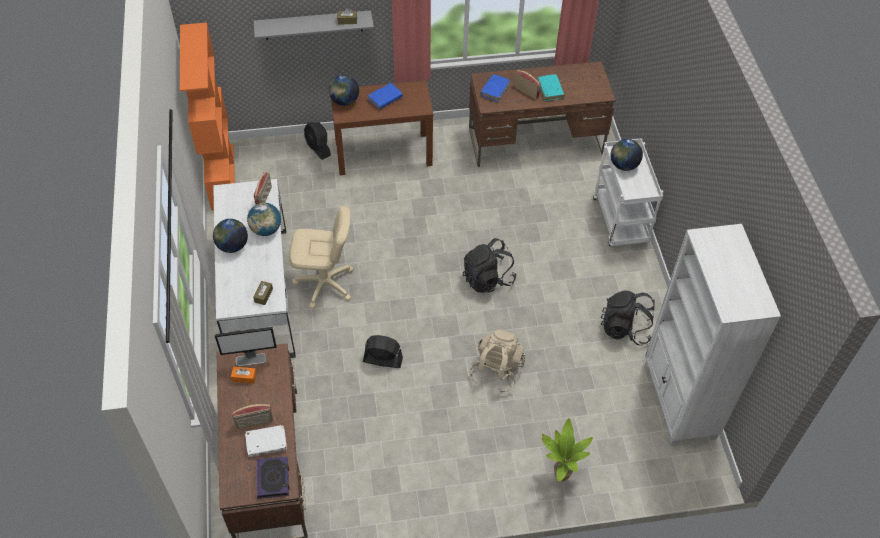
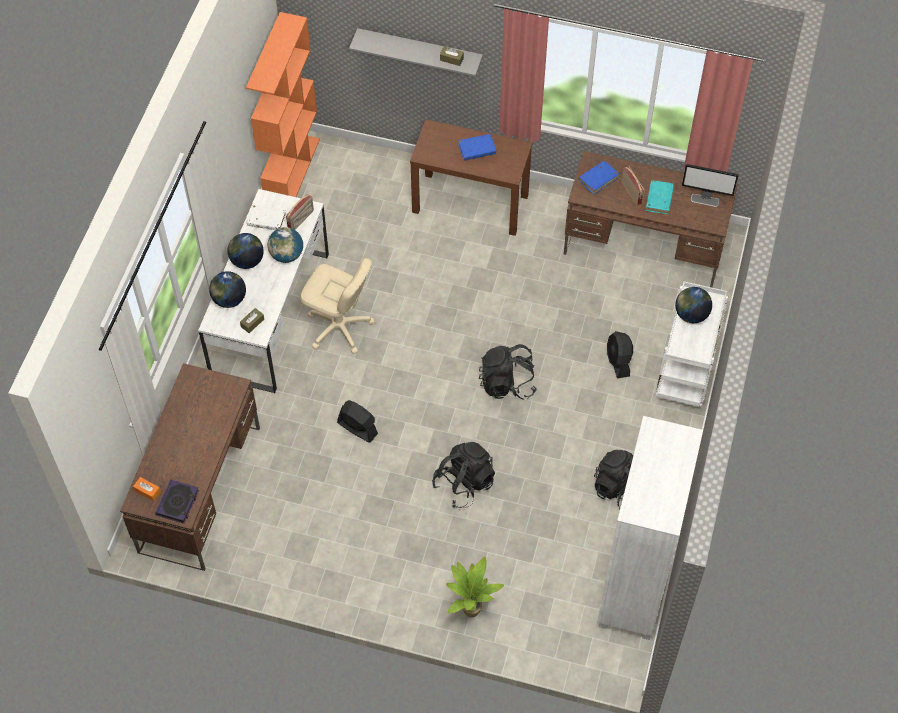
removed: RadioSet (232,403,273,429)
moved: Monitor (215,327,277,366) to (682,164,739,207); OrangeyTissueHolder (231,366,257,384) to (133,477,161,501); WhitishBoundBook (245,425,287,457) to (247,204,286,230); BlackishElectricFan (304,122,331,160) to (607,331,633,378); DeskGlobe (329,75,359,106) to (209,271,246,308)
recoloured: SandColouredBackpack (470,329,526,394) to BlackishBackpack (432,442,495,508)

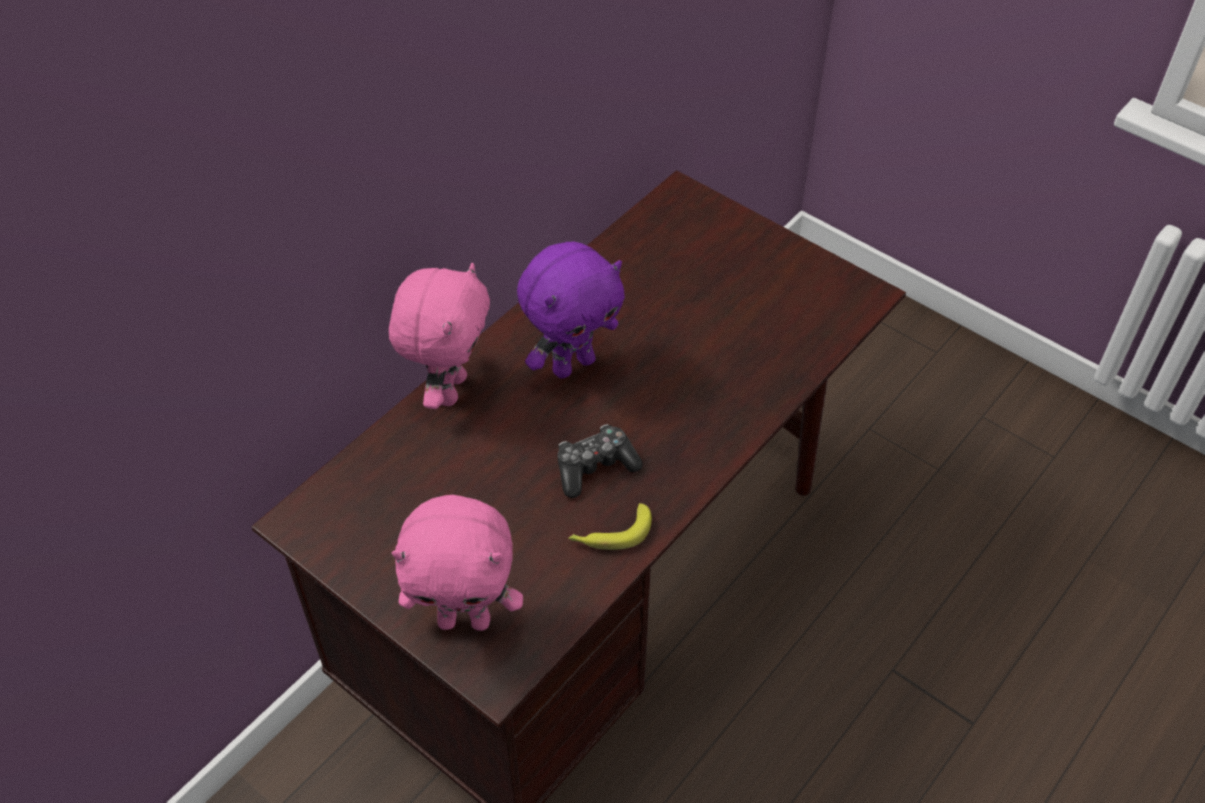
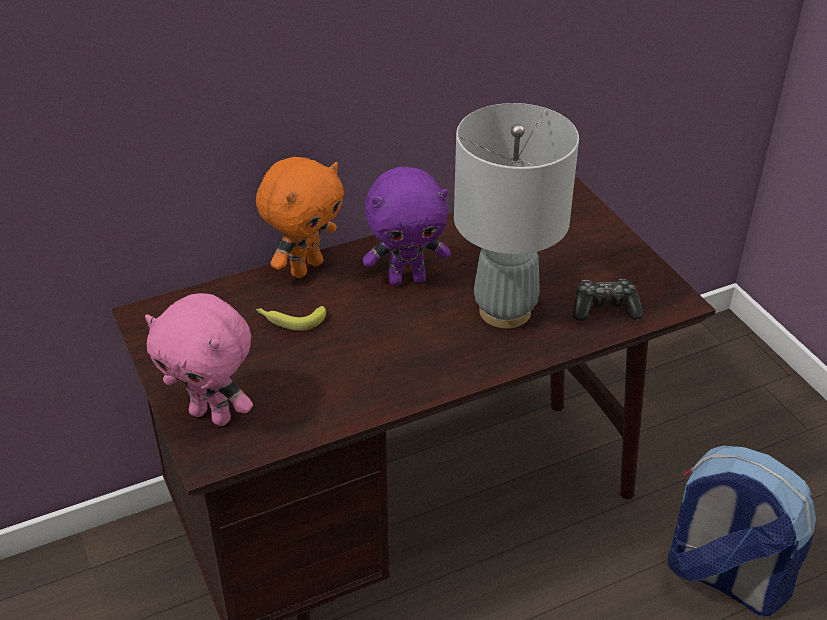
added: GreyishLampForATable (454,103,579,329); Backpack (667,446,816,616)
moved: Joypad (558,424,643,498) to (573,279,644,321); BananaFruit (568,503,652,550) to (256,306,326,331)
recoloured: PinkColouredCuddlyToy (389,263,490,409) to OrangeyCuddlyToy (256,157,344,278)

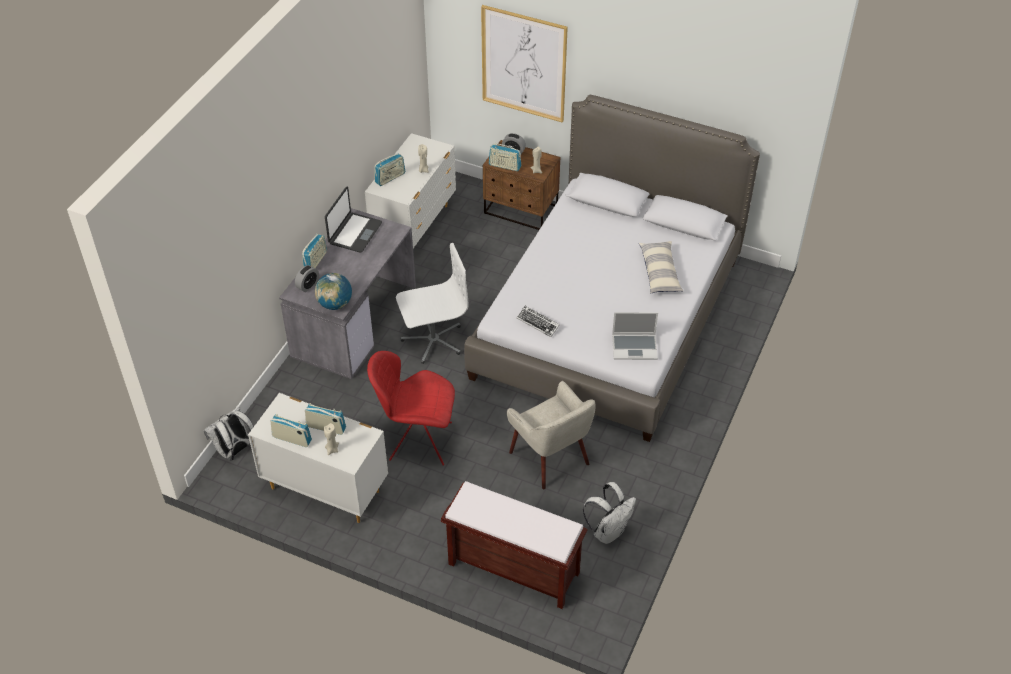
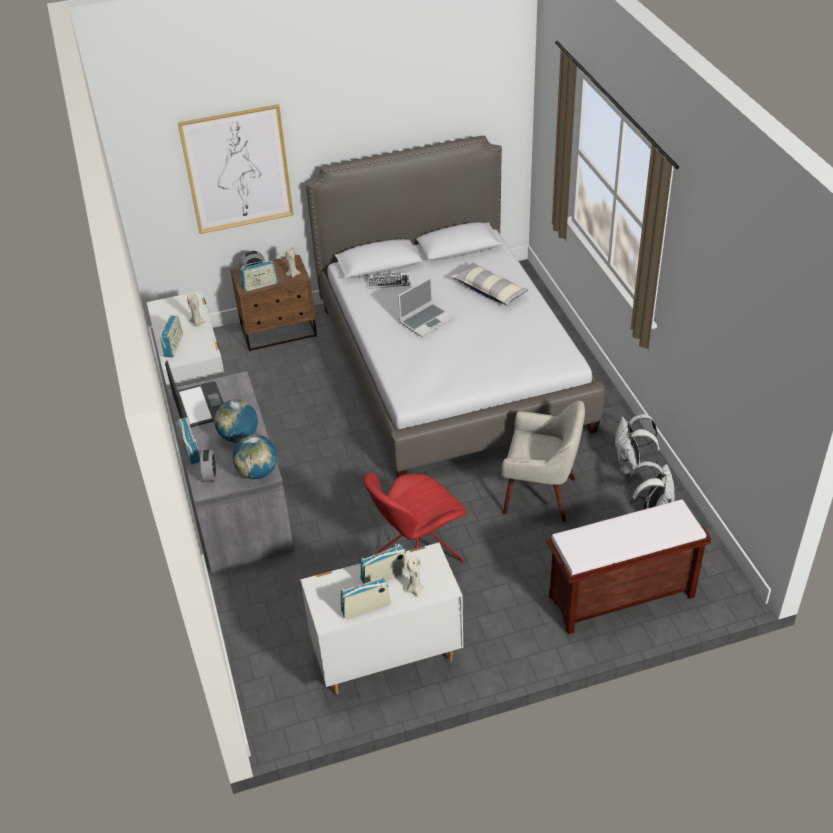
removed: WhitishOfficeChair (396,243,469,364)
added: DeskGlobe (214,399,258,442)
moved: WhitishBackpack (203,406,254,460) to (615,414,660,474); ComputerKeyboard (517,306,560,337) to (368,272,411,289); NotebookComputer (612,312,658,360) to (398,277,454,337)

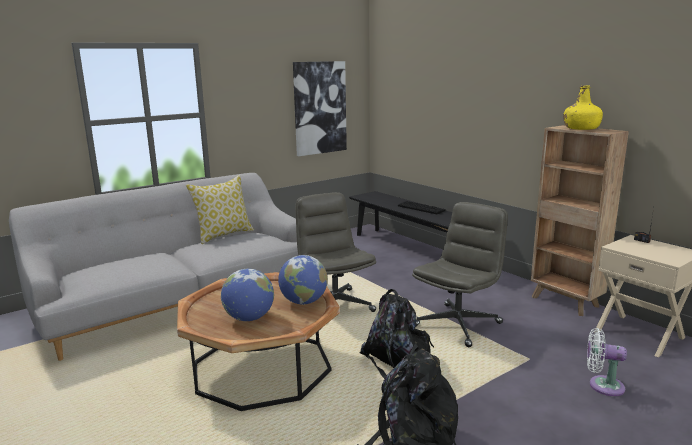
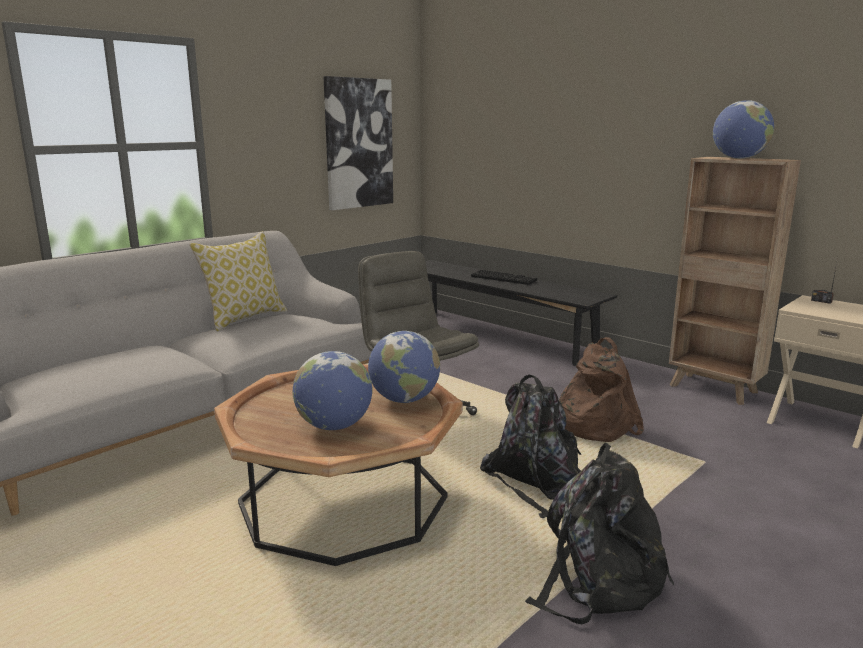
removed: WhitishElectricFan (587,328,627,396)
replaced: GreyishOfficeChair (412,202,508,347) to BrownColouredBackpack (559,337,644,442); YellowishBottle (563,86,603,130) to DeskGlobe (713,100,774,159)

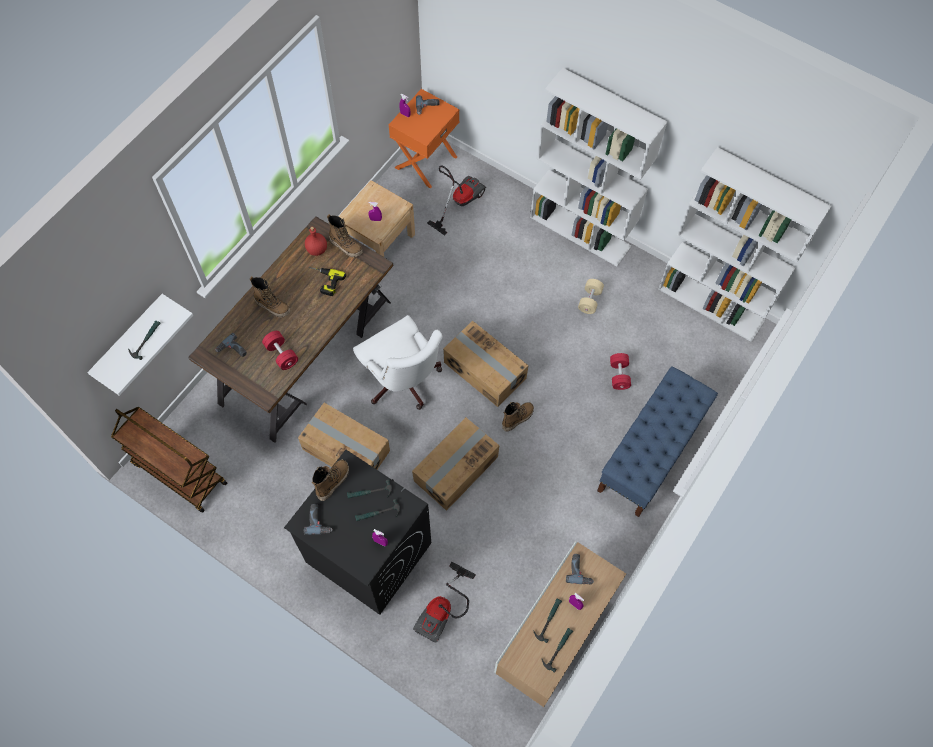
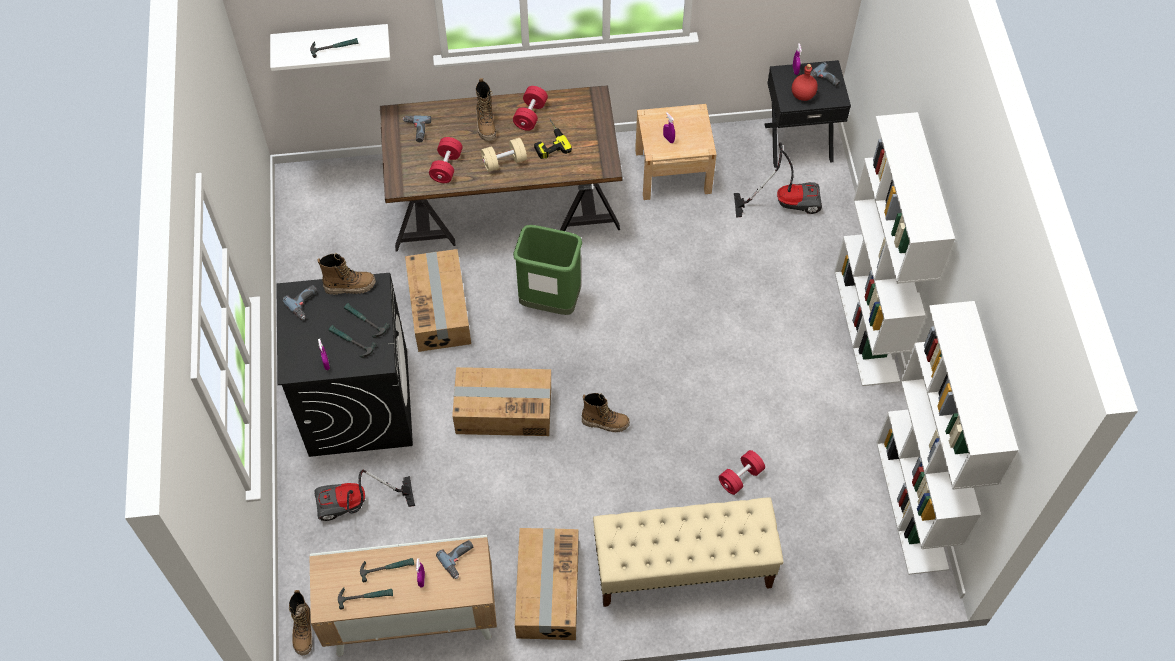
removed: BrownColouredTrolley (111,407,227,513)
added: ReddishDumbbell (513,86,548,131)
moved: ReddishBottle (305,227,327,256) to (792,64,818,101); HighTopBoot (327,214,363,257) to (289,590,313,656); CardboardBox (443,321,528,407) to (515,528,579,640); SandColouredDumbbell (578,279,604,314) to (481,138,527,172)
replaced: WhitishOfficeChair (353,315,442,410) to GreenColouredTrashCan (513,225,582,315)
recoloured: OrangeyBedsideTable (389,89,459,188) to BlackishBedsideTable (764,60,851,168); BlueColouredLongSeat (597,366,718,517) to SandColouredLongSeat (593,497,784,607)

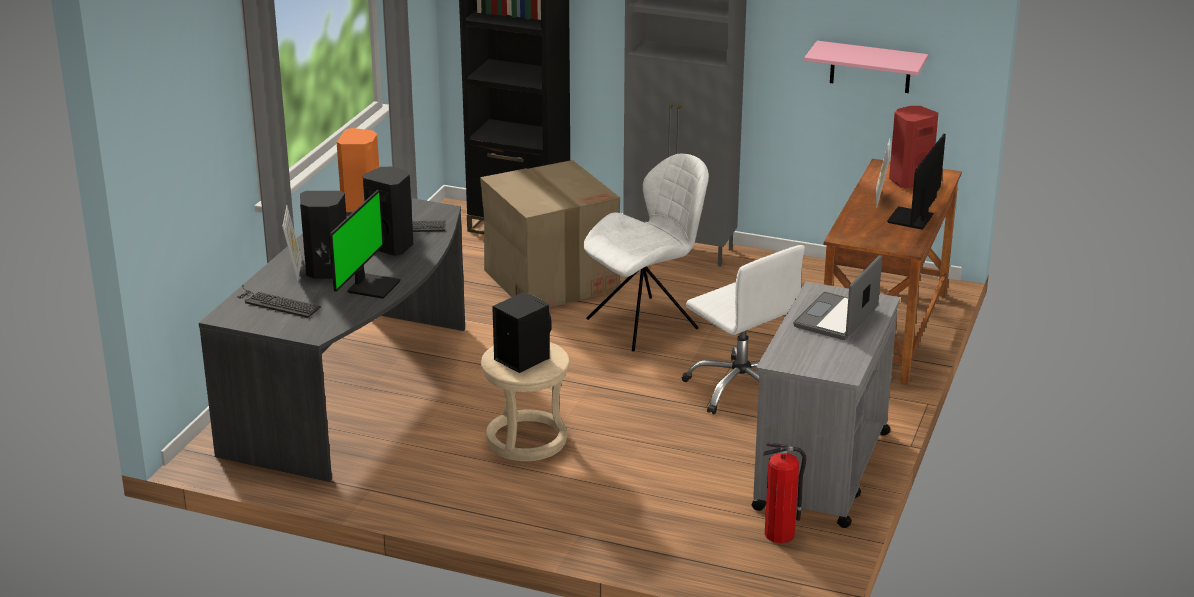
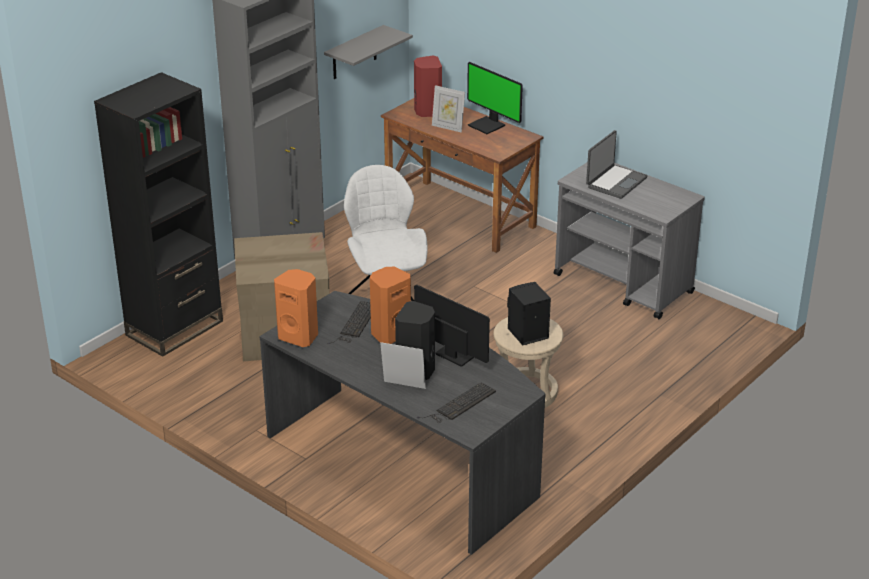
removed: WhitishOfficeChair (682,245,805,414); Extinguisher (763,442,807,543)
recoloured: BlackishAudioSpeaker (363,167,413,256) to OrangeyAudioSpeaker (370,266,411,344); PinkColouredWallShelf (804,41,928,93) to GreyishWallShelf (324,25,413,79)
turned: NotebookComputer (793,255,882,340) = (586,130,648,199) 105 degrees counterclockwise

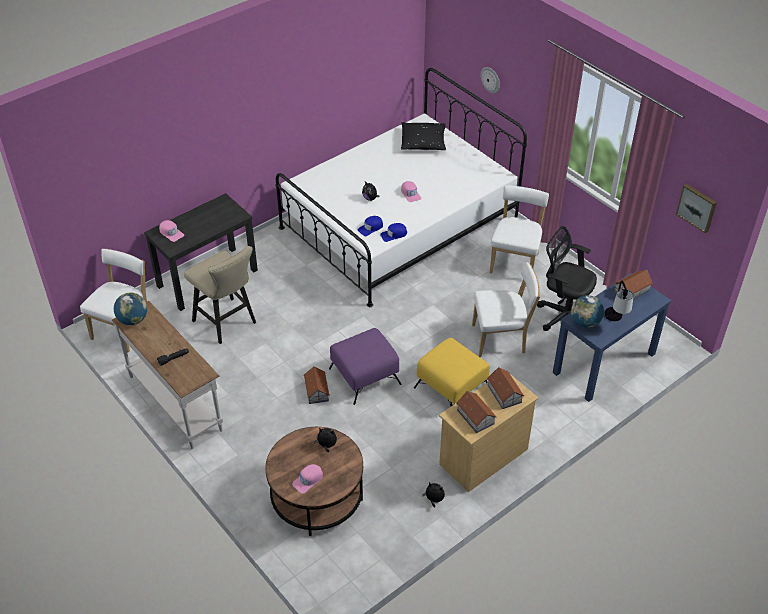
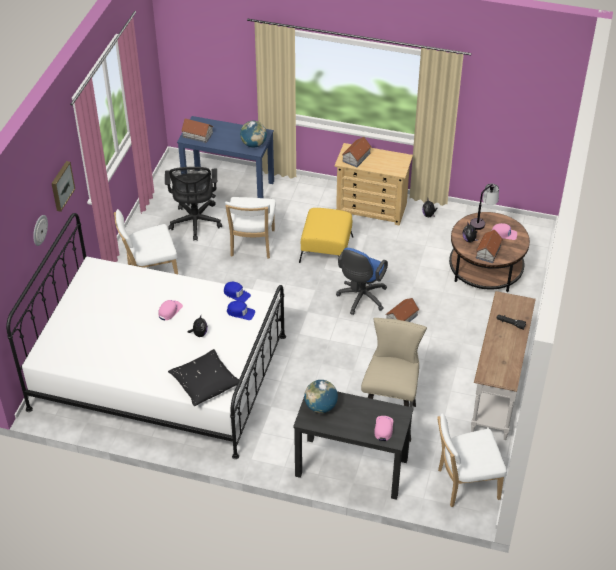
moved: DeskGlobe (114,293,147,325) to (304,380,338,413); BlackishCushion (401,122,446,150) to (168,349,239,406); MiniatureHouse (456,391,496,433) to (475,230,503,263); LampForATable (604,281,634,321) to (470,184,499,230); WallArt (676,184,717,233) to (51,161,75,212)
replaced: PurplishPouffe (329,328,401,405) to BlueColouredOfficeChair (336,248,388,315)
turned: WhitishPlainChair (472,262,541,357) = (225,197,276,258) 135 degrees counterclockwise

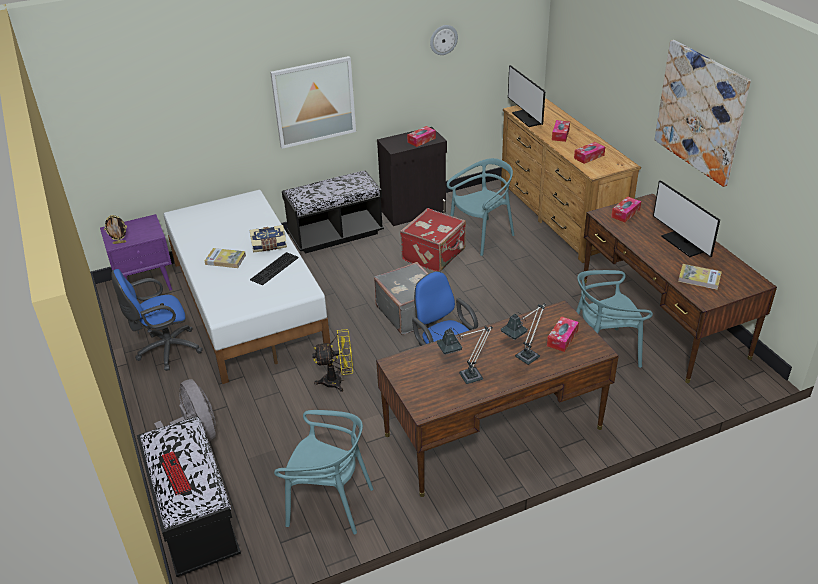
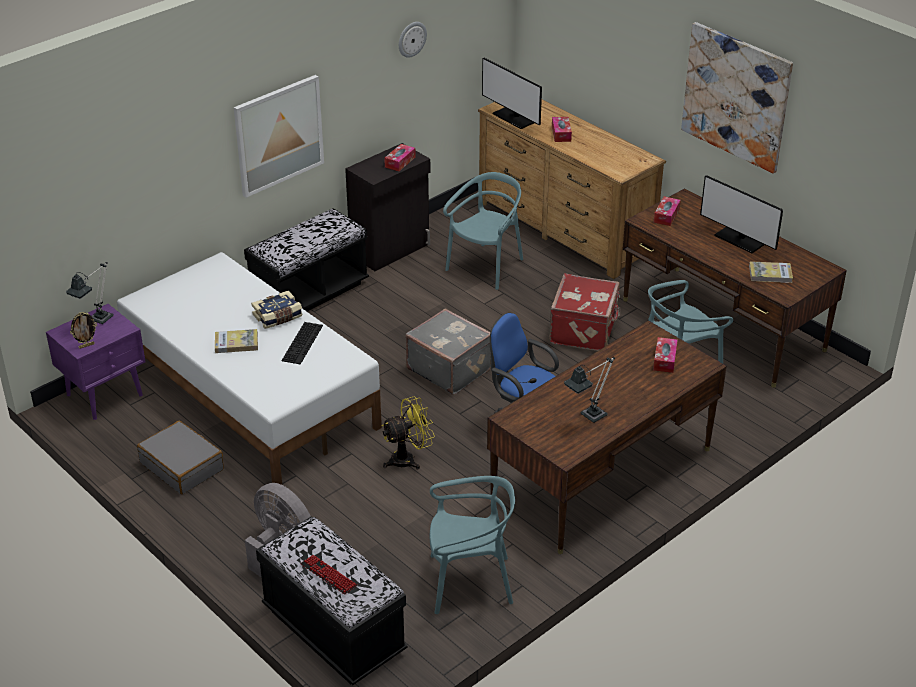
removed: TissueHolder (574,142,605,164)
moved: ReddishSuitcase (400,208,466,272) to (549,273,621,351); LampForATable (501,303,546,365) to (66,262,114,324)
replaced: BlueColouredOfficeChair (111,269,203,371) to GreyishSuitcase (137,421,224,494)

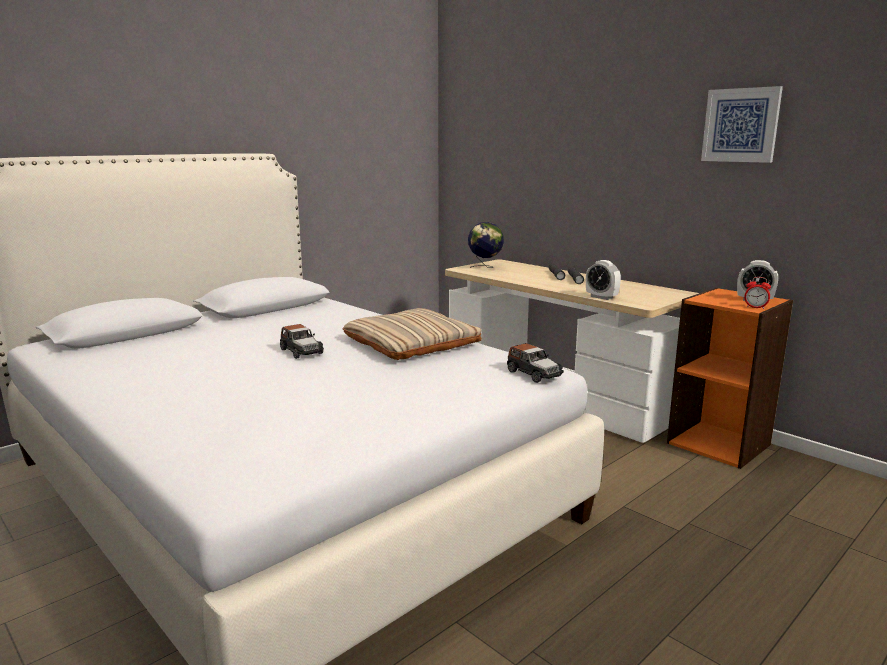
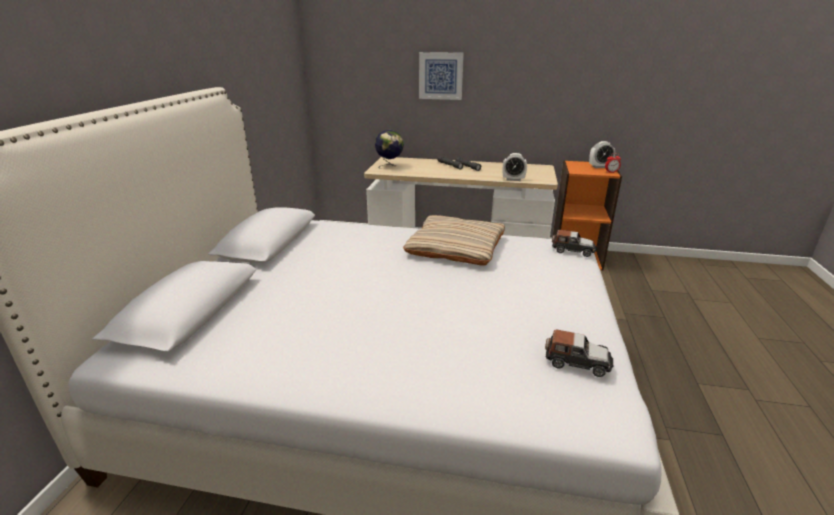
moved: ModelCar (280,324,324,359) to (545,329,614,377); WallArt (701,86,783,163) to (419,52,464,100)

